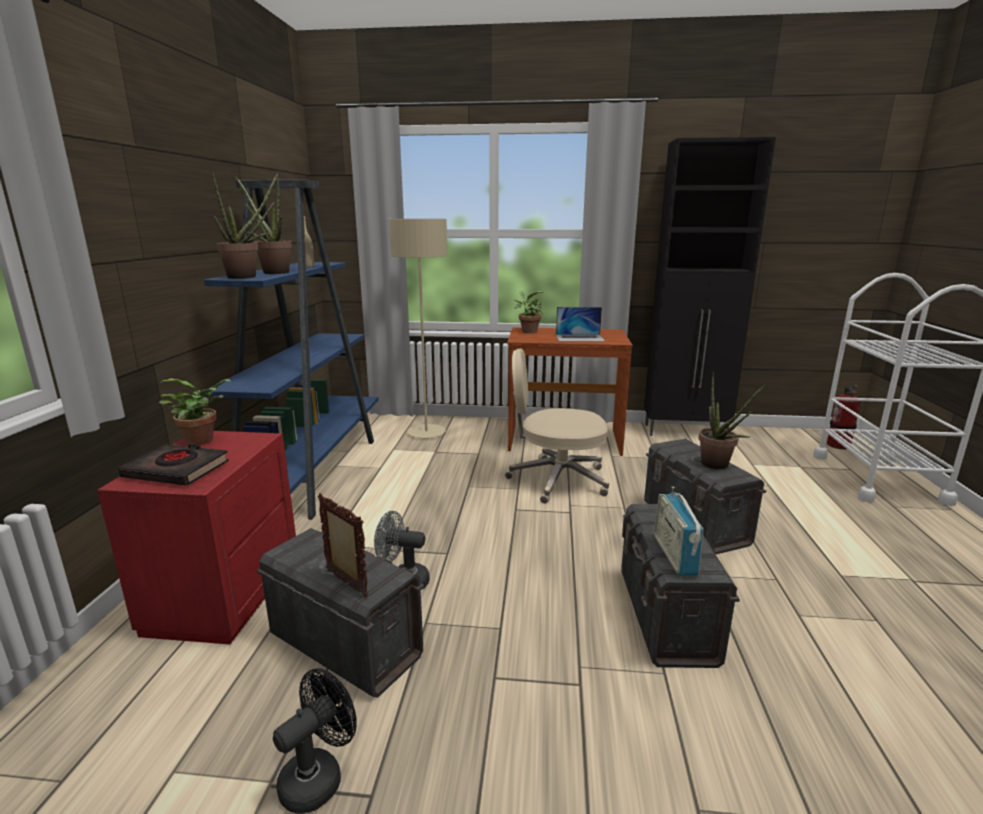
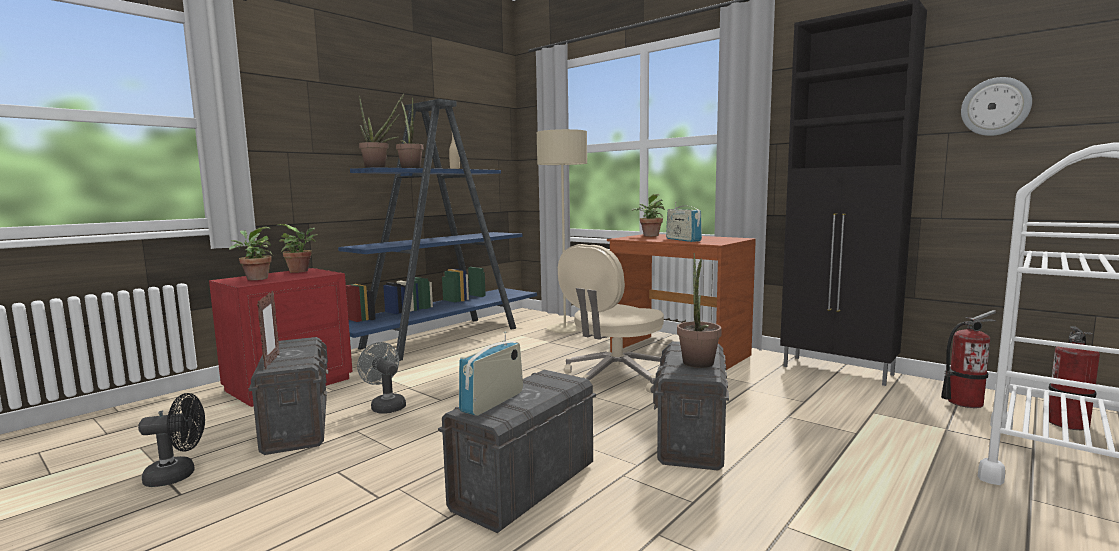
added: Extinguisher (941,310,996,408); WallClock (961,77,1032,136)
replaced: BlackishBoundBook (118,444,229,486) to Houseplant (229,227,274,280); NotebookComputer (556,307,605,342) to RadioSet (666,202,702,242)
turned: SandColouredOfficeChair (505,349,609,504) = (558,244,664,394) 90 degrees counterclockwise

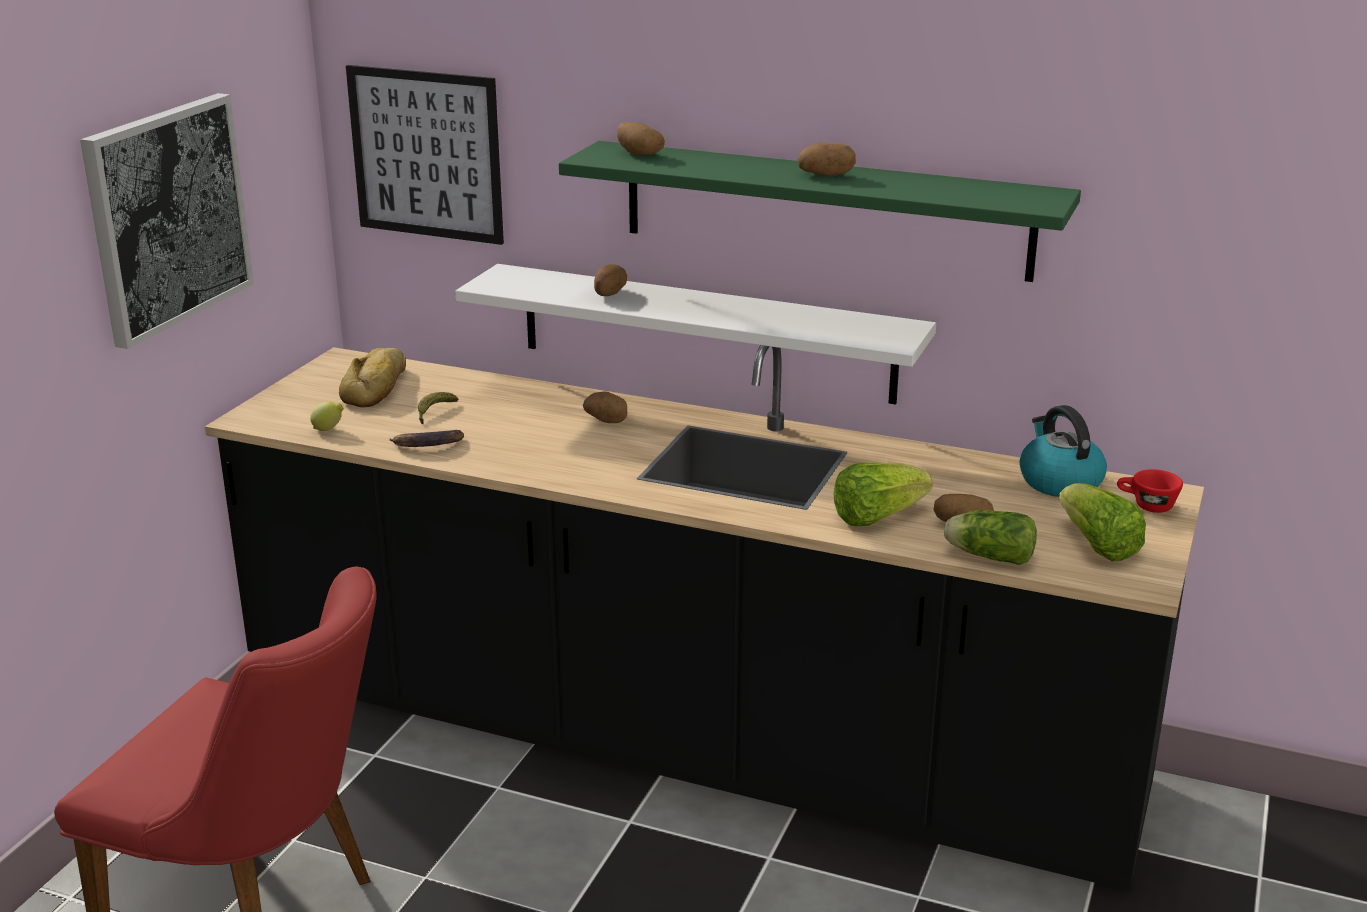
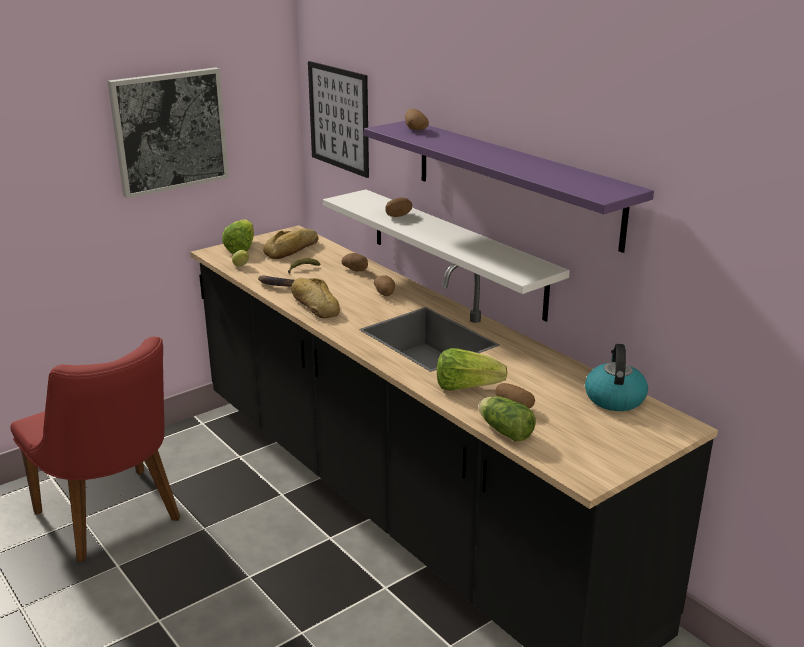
removed: ReddishSmallCup (1117,469,1183,513)
added: BakedBread (291,278,340,318)
moved: WholePotato (797,143,856,176) to (341,253,368,271); HeadOfLettuce (1059,483,1146,561) to (222,219,254,254)
recoloured: GreenColouredWallShelf (559,141,1081,282) to PurplishWallShelf (364,121,654,253)

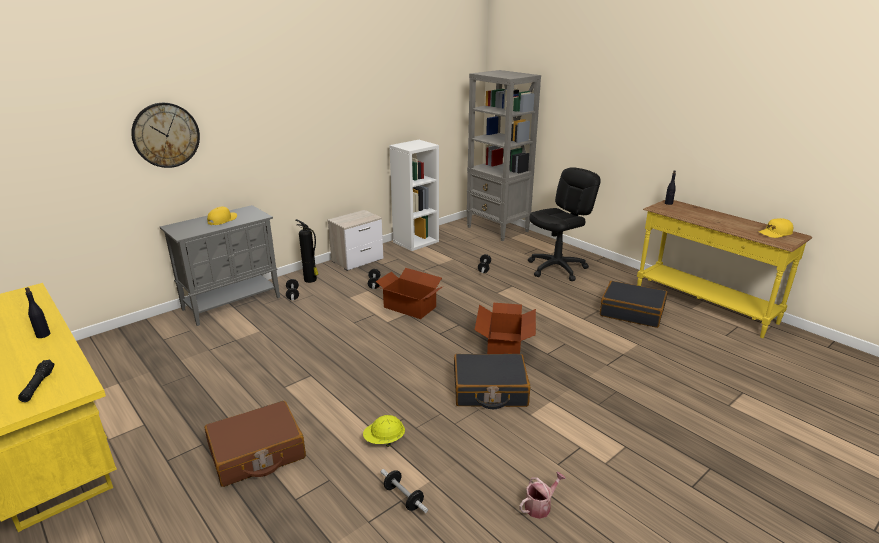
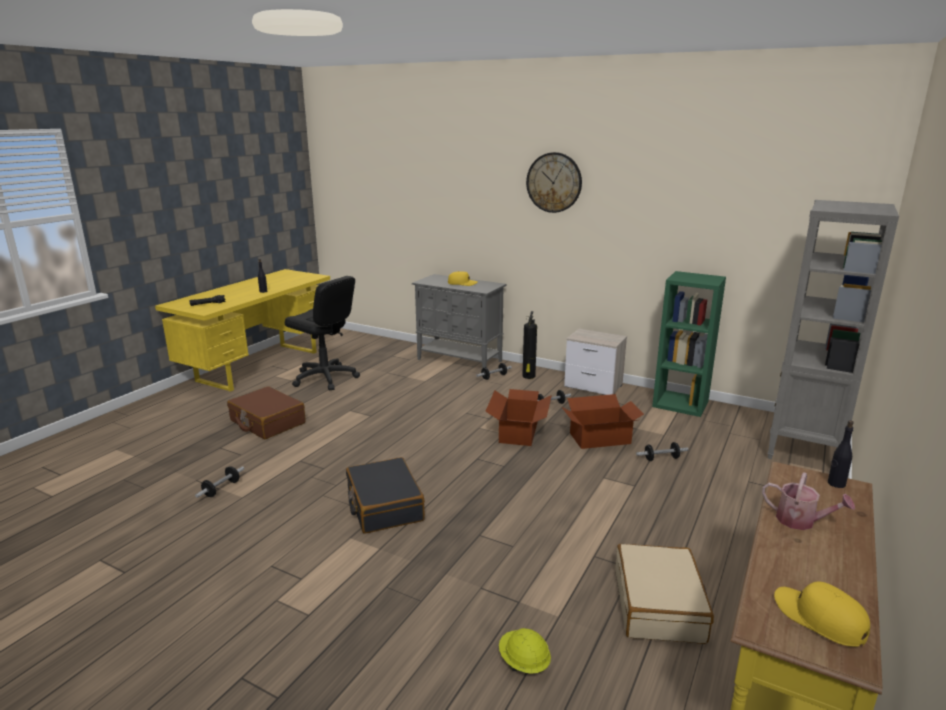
moved: WallClock (131,103,200,168) to (526,152,582,213); YellowishHardHat (363,415,405,447) to (499,628,551,674); CardboardBox (475,303,536,354) to (562,394,644,449); SprinklingCan (519,472,566,519) to (762,472,855,530); BlackishOfficeChair (528,167,601,281) to (285,276,360,391)
recoloured: WhitishShelvingUnit (389,140,439,251) to GreenColouredShelvingUnit (652,271,726,417); BlackishSuitcase (600,281,667,328) to SandColouredSuitcase (615,544,714,644)

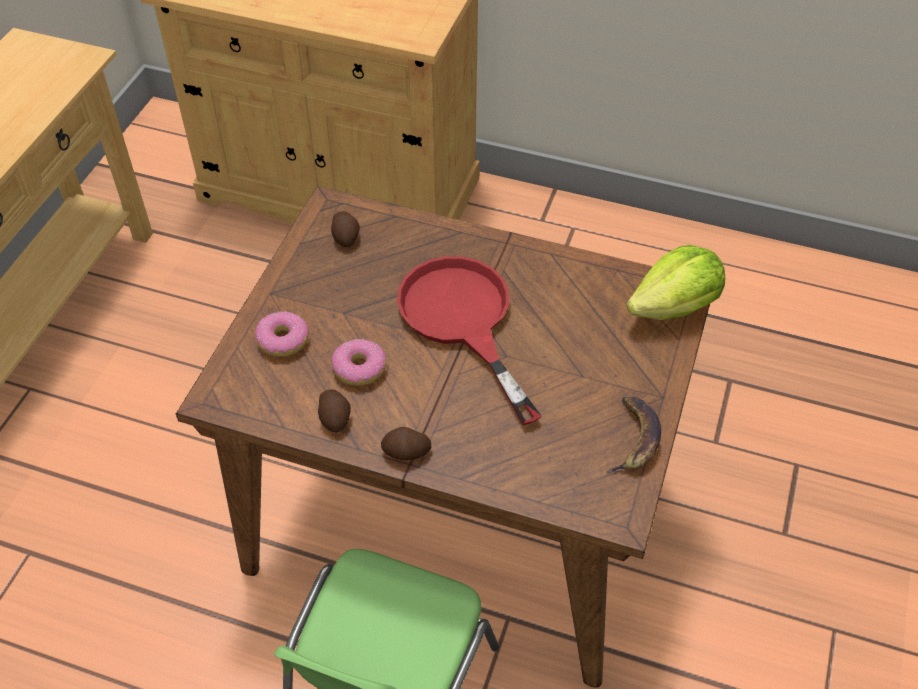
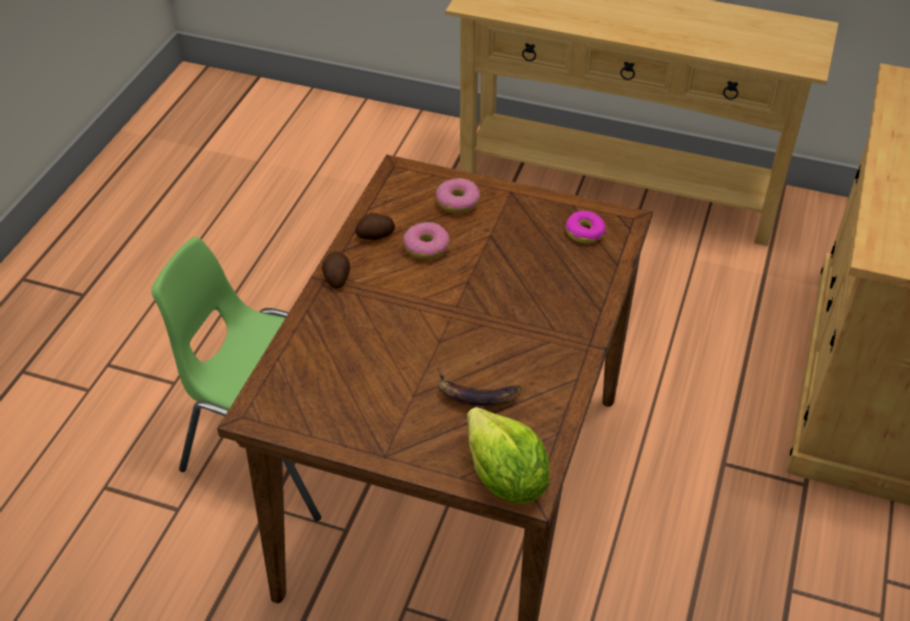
removed: ReddishPan (397,256,541,425)
moved: BananaFruit (606,397,661,473) to (439,372,521,406)
replaced: WholePotato (331,211,360,247) to Doughnut (566,211,606,244)

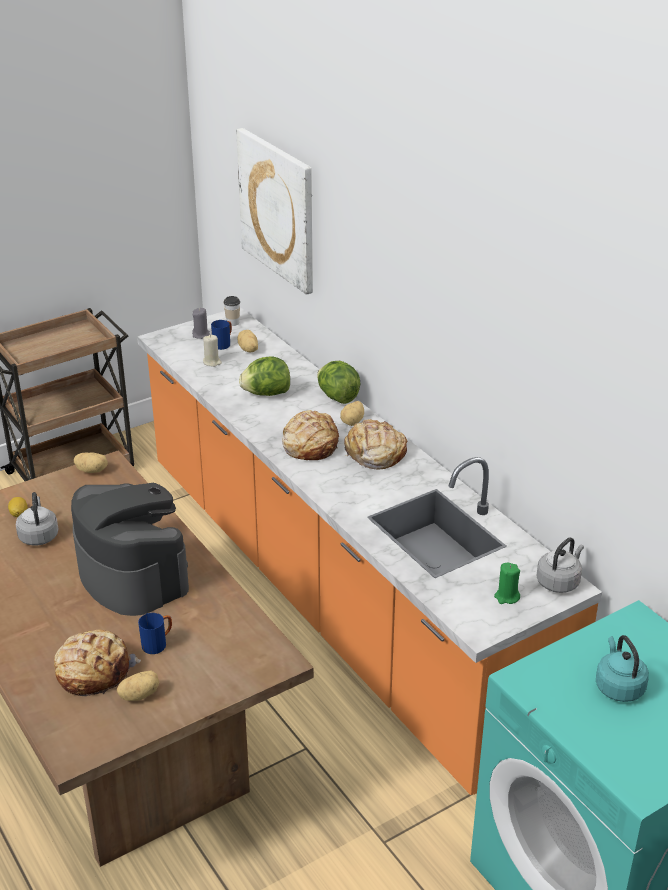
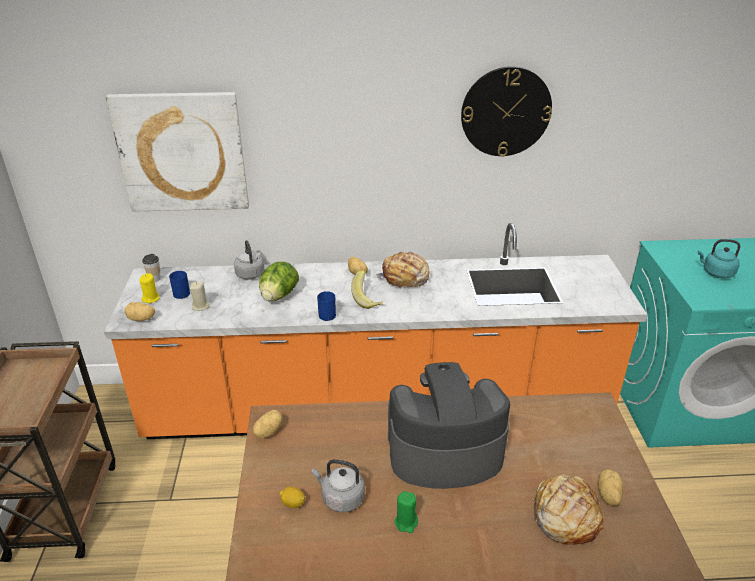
removed: HeadOfLettuce (317,361,361,404)
added: WallClock (461,66,552,157)
moved: BlueColouredTeaMug (138,613,172,654) to (317,291,336,321); WholePotato (238,330,258,353) to (125,302,155,321); GreenColouredCandle (494,563,520,604) to (394,491,418,533); GreyishTeaKettle (536,537,584,593) to (234,240,264,280)
replaced: BakedBread (282,410,339,460) to BananaFruit (351,270,383,309)
recoloured: GreyishCandle (192,308,210,339) to YellowishCandle (139,273,159,304)

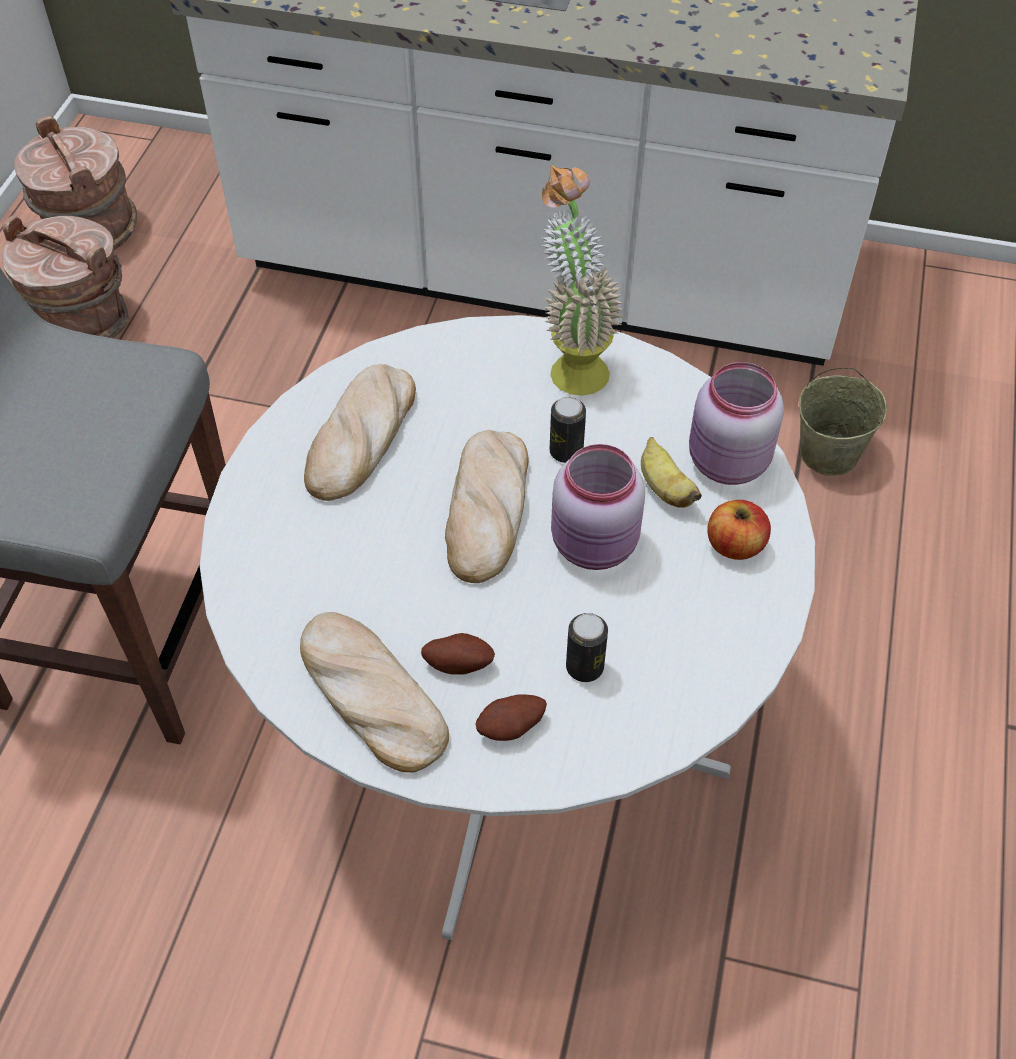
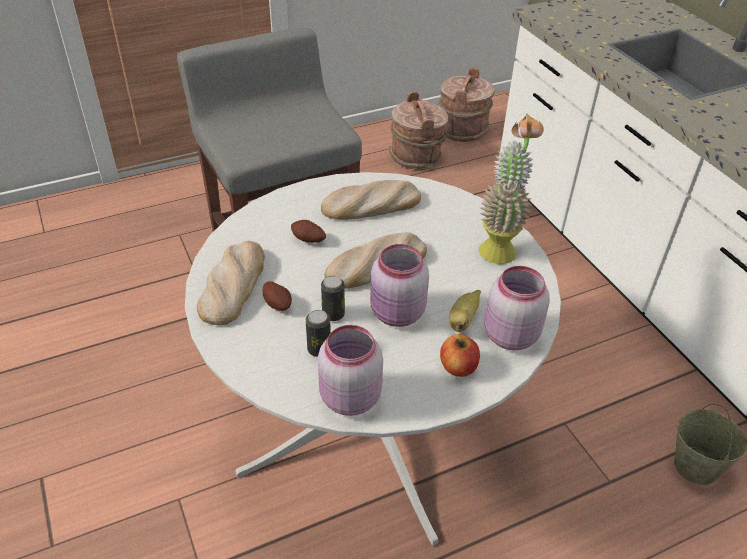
added: PinkColouredStorageJar (318,325,383,416)
moved: WholePotato (475,694,547,741) to (291,220,326,243); Can (549,397,586,463) to (321,276,345,321)

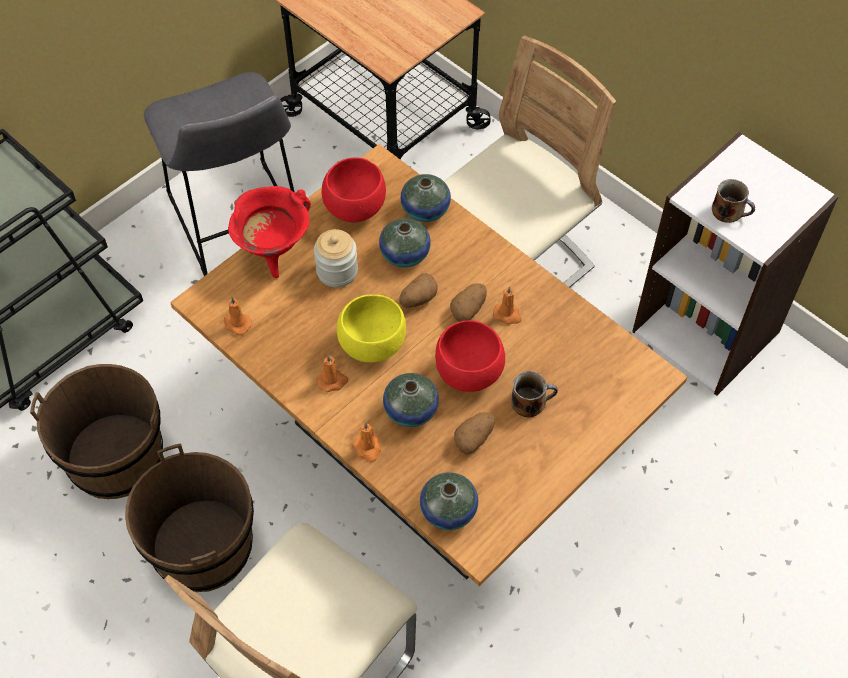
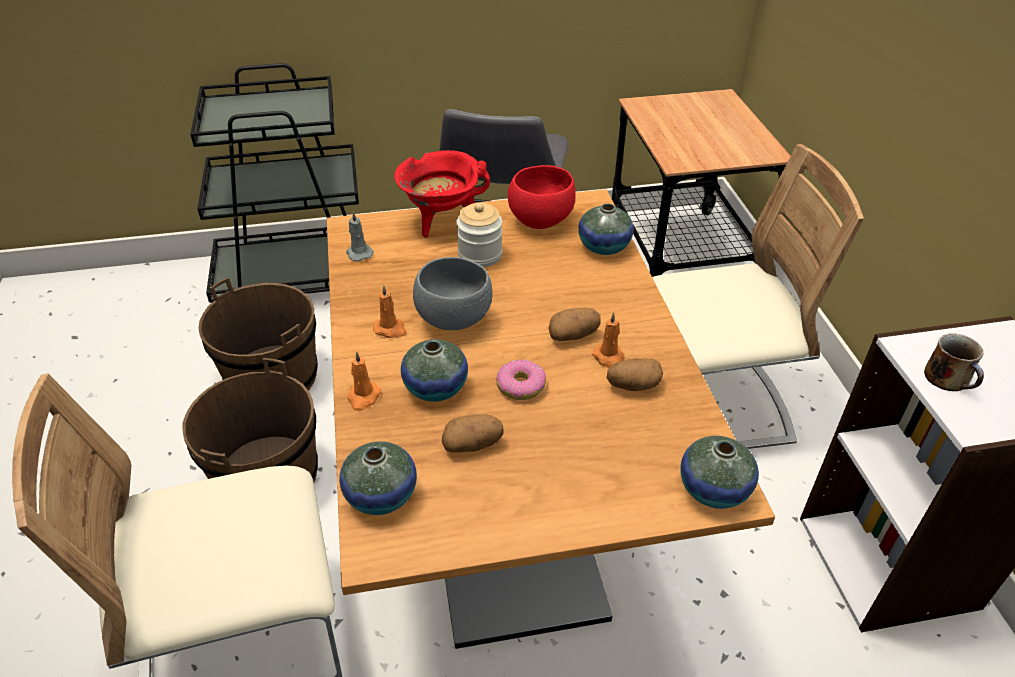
removed: TeaMug (511,371,558,418)
moved: Vase (379,218,431,267) to (680,436,759,509); WholePotato (400,273,438,308) to (607,358,663,391)
replaced: ReddishServingBowl (435,320,505,392) to Doughnut (496,360,546,400)
recoloured: OrangeyCandle (224,297,252,335) to GreyishCandle (346,211,374,261); YellowishServingBowl (337,295,406,362) to GreyishServingBowl (413,257,493,330)

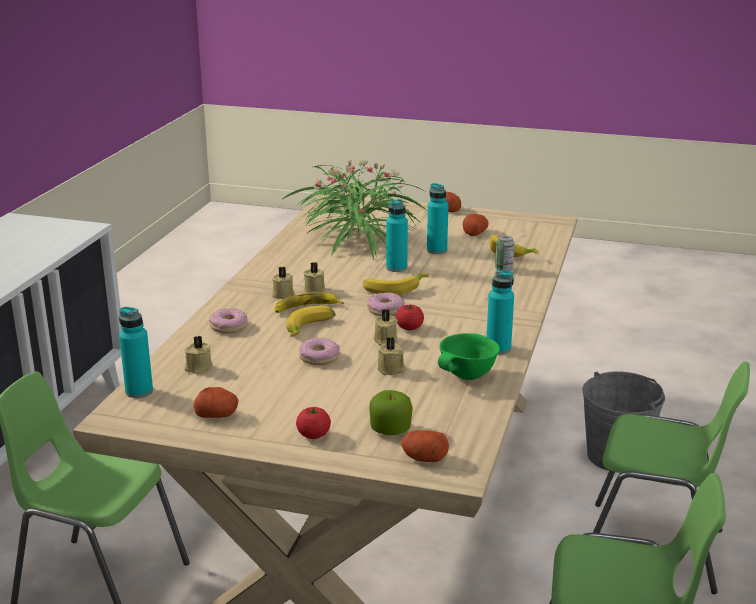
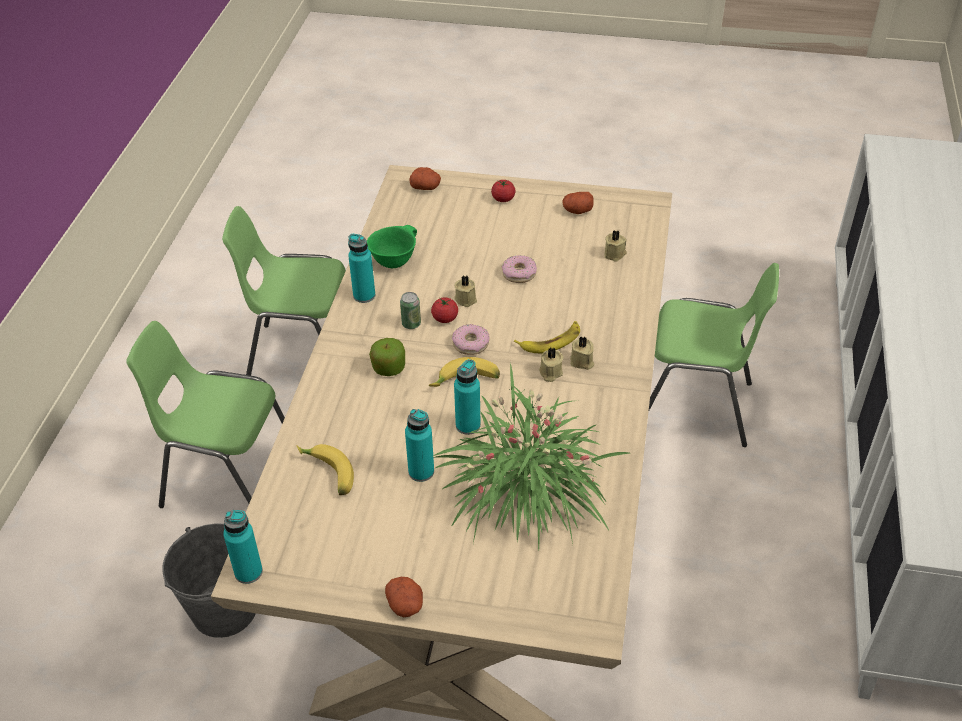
removed: Doughnut (209,308,248,333); BananaFruit (286,306,336,337); SandColouredCandle (377,337,406,376); WholePotato (463,214,489,236)
moved: TurquoiseColouredBottle (119,307,153,398) to (223,510,263,584); Apple (369,390,413,435) to (369,338,405,376); Can (495,235,514,271) to (400,292,421,329)

